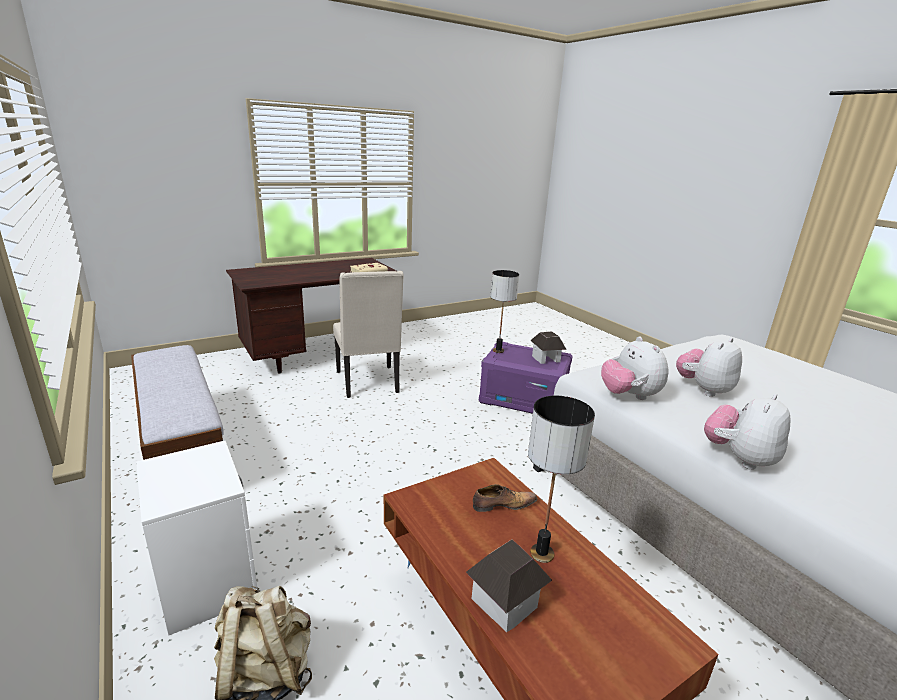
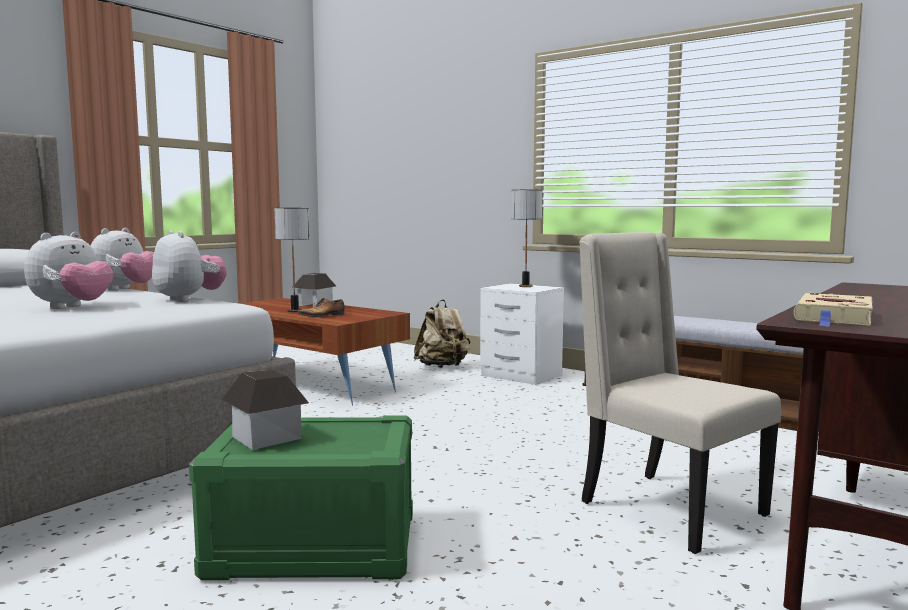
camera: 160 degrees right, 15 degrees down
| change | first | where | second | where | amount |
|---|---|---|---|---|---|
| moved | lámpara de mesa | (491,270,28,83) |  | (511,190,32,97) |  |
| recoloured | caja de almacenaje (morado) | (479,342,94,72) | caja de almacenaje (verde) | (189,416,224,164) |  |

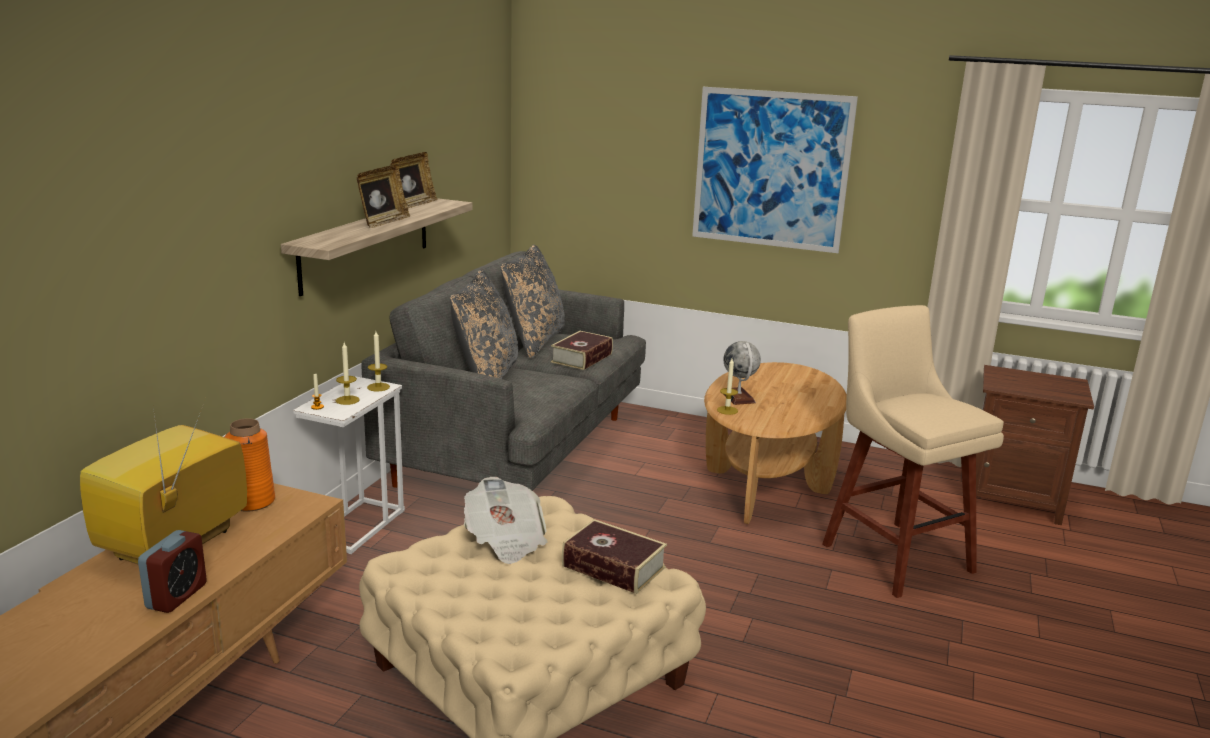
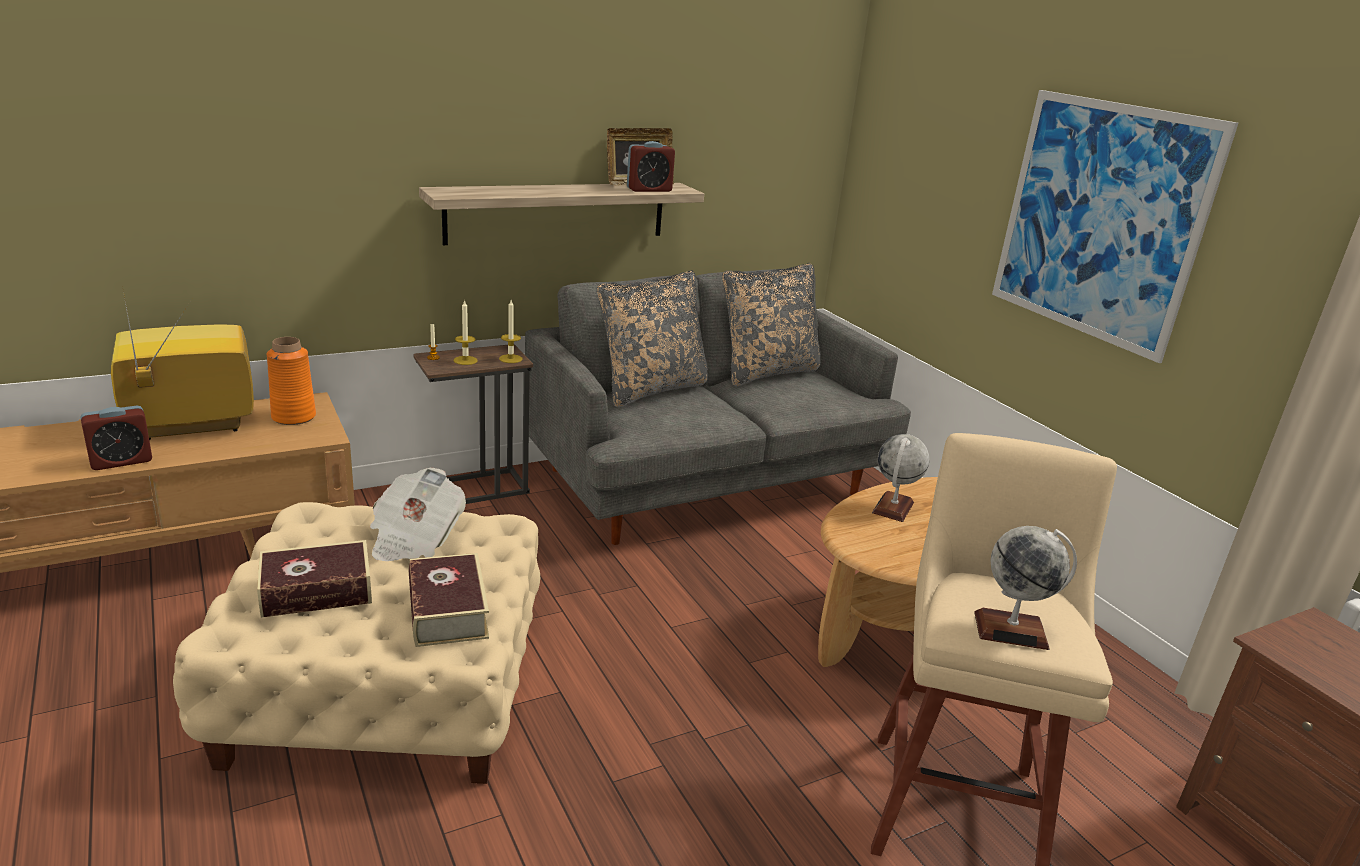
camera: 40 degrees right, 5 degrees up
| change | first | where | second | where | amount |
|---|---|---|---|---|---|
| removed | portarretratos | (357,164,53,64) |  |  |  |
| moved | libro | (551,331,62,39) |  | (257,540,115,78) |  |
| removed | vela | (717,359,21,56) |  |  |  |
| recoloured | mesa auxiliar (blanco) | (293,376,112,178) | mesa auxiliar (marrón) | (413,344,120,160) |  |
| added |  |  | despertador | (627,141,48,51) |  |
| added |  |  | globo terráqueo | (974,526,103,124) |  |

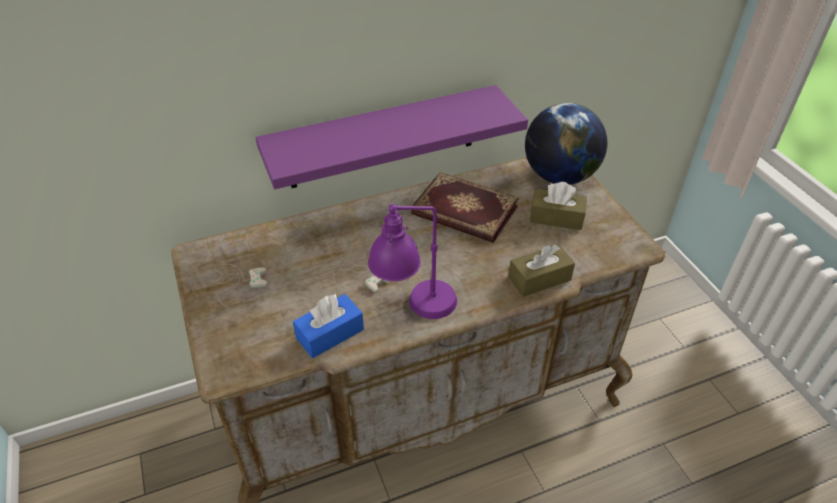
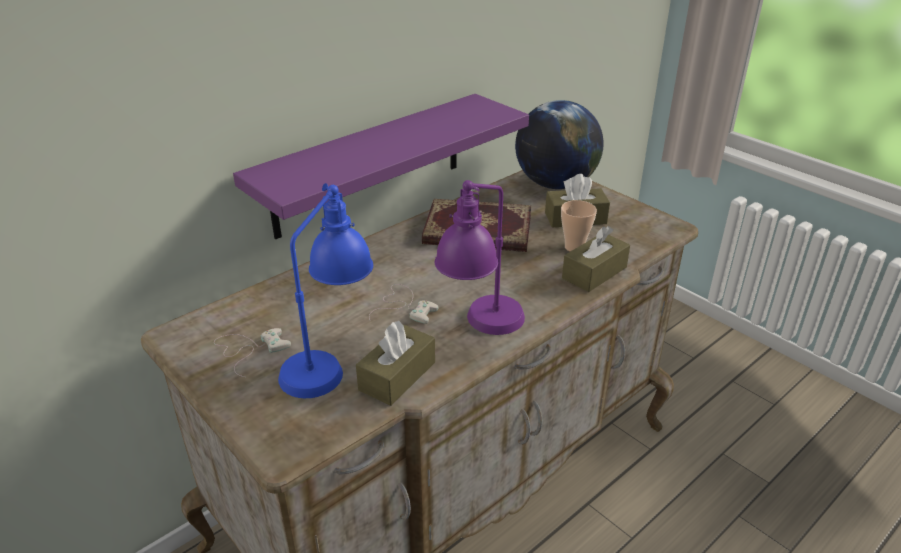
camera: 20 degrees left, 10 degrees down
| change | first | where | second | where | amount |
|---|---|---|---|---|---|
| recoloured | caja de pañuelos (azul) | (293,294,71,64) | caja de pañuelos (marrón) | (356,321,79,85) |  |
| added |  |  | lámpara de mesa (azul) | (278,183,95,215) |  |
| added |  |  | taza | (561,200,36,52) |  |

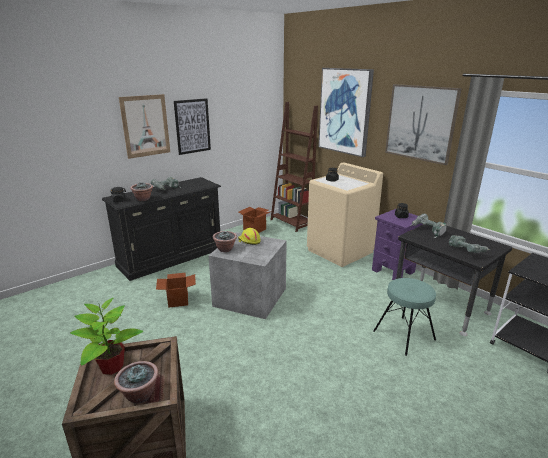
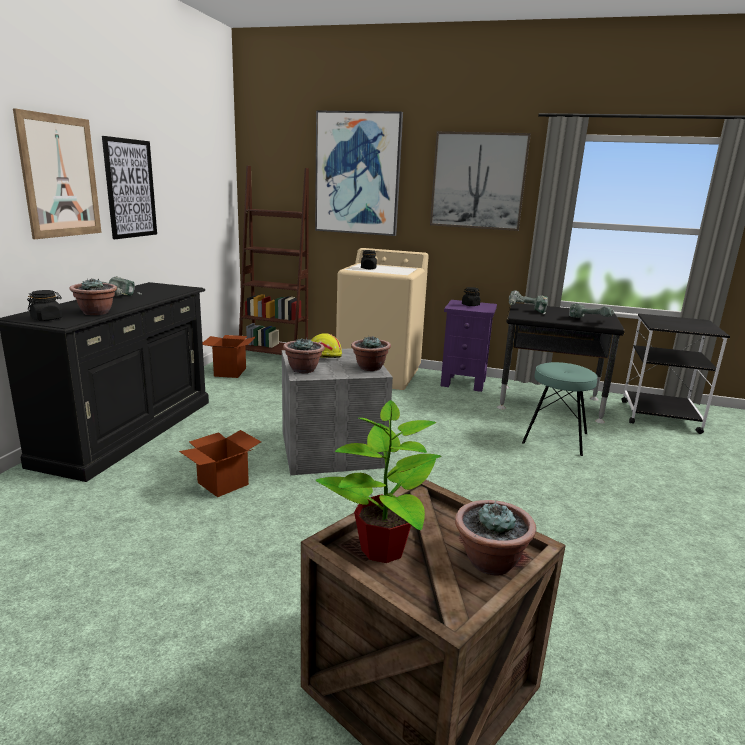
camera: 35 degrees left, 5 degrees down
| change | first | where | second | where | amount |
|---|---|---|---|---|---|
| added |  |  | planta en maceta | (351,336,40,35) |  |

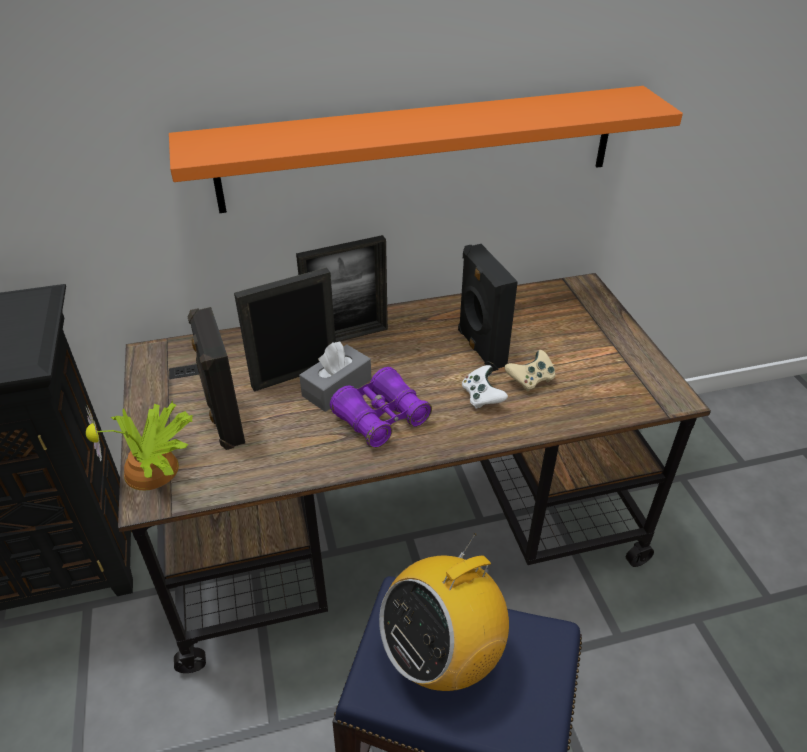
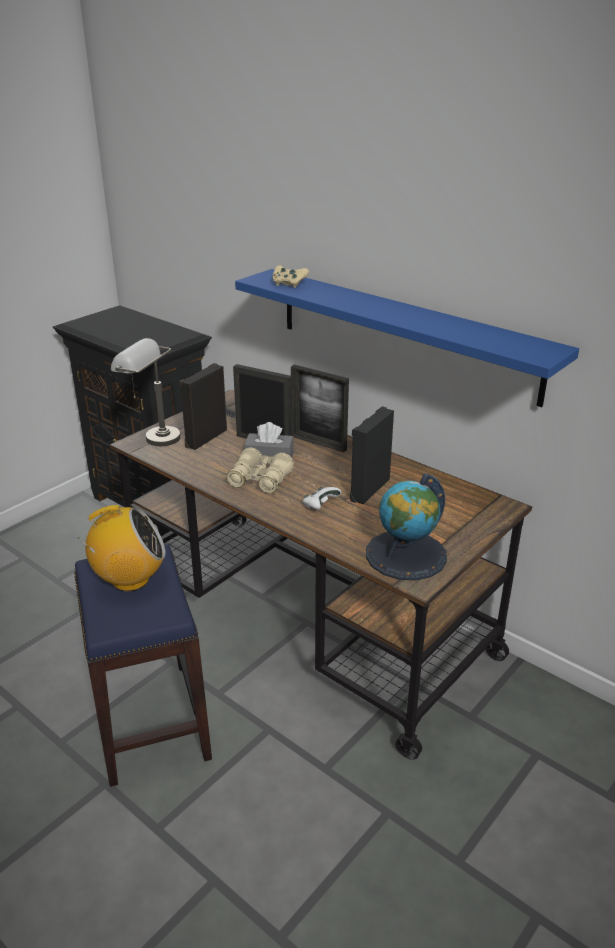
camera: 55 degrees right, 10 degrees down
| change | first | where | second | where | amount |
|---|---|---|---|---|---|
| recoloured | estante (naranja) | (169,86,514,127) | estante (azul) | (235,269,344,138) |  |
| moved | mando de consola (beis) | (504,350,51,42) |  | (273,265,36,23) |  |
| recoloured | prismáticos (morado) | (330,367,102,81) | prismáticos (beis) | (226,448,68,45) |  |
| replaced | planta en maceta | (86,400,107,91) | lámpara de mesa (gris) | (111,338,70,108) |  |
| turned | radio | (379,533,130,158) |  | (78,505,88,86) | 150 degrees clockwise |
| added |  |  | globo terráqueo | (366,473,81,107) |  |

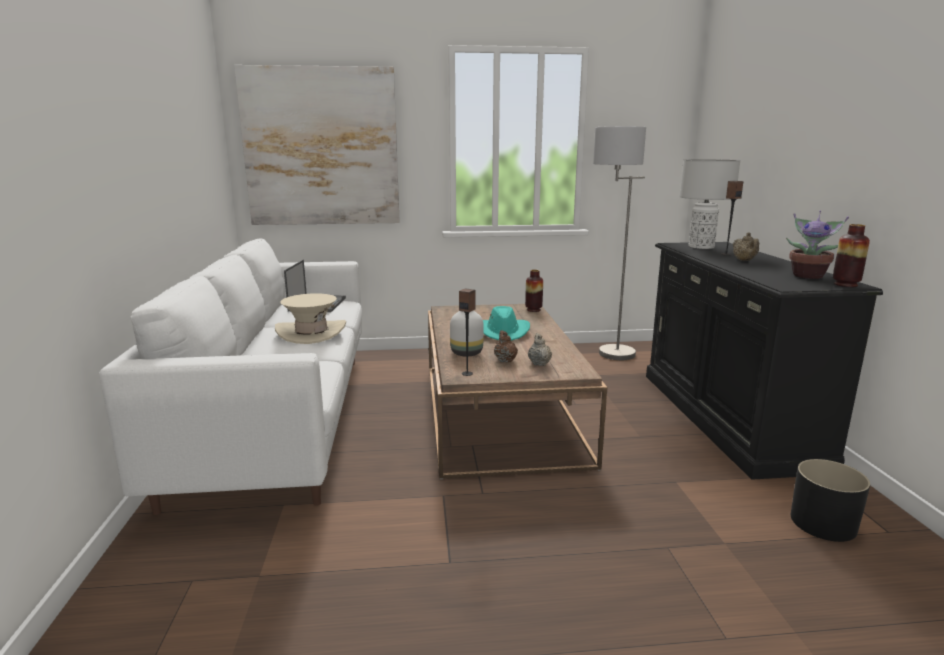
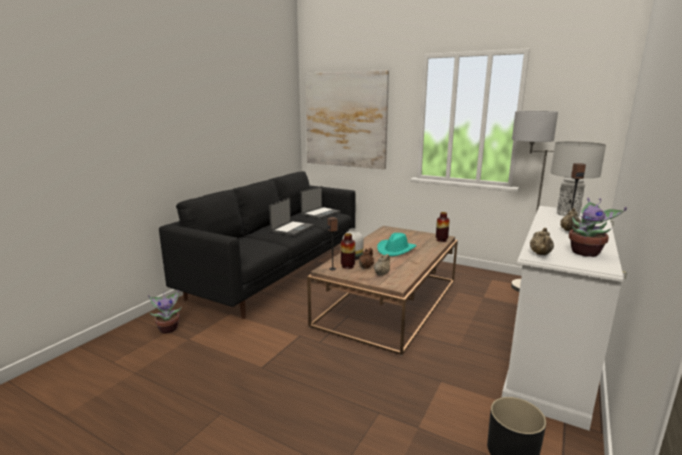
camera: 35 degrees right, 0 degrees up
| change | first | where | second | where | amount |
|---|---|---|---|---|---|
| moved | florero | (833,224,37,63) |  | (341,233,14,36) |  |
| recoloured | sofá (blanco) | (99,239,263,276) | sofá (negro) | (159,171,197,148) |  |
| recoloured | armario (negro) | (646,242,237,238) | armario (blanco) | (502,206,125,224) |  |
| replaced | sombrero (beis) | (275,294,71,50) | portátil | (269,198,45,38) |  |
| added |  |  | tetera (beis) | (530,228,24,27) |  |
| added |  |  | planta en maceta | (148,290,34,44) |  |

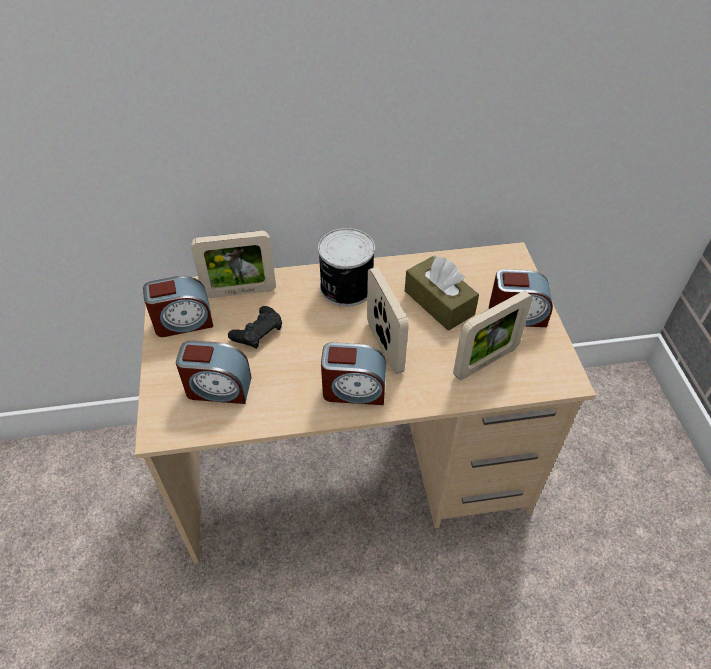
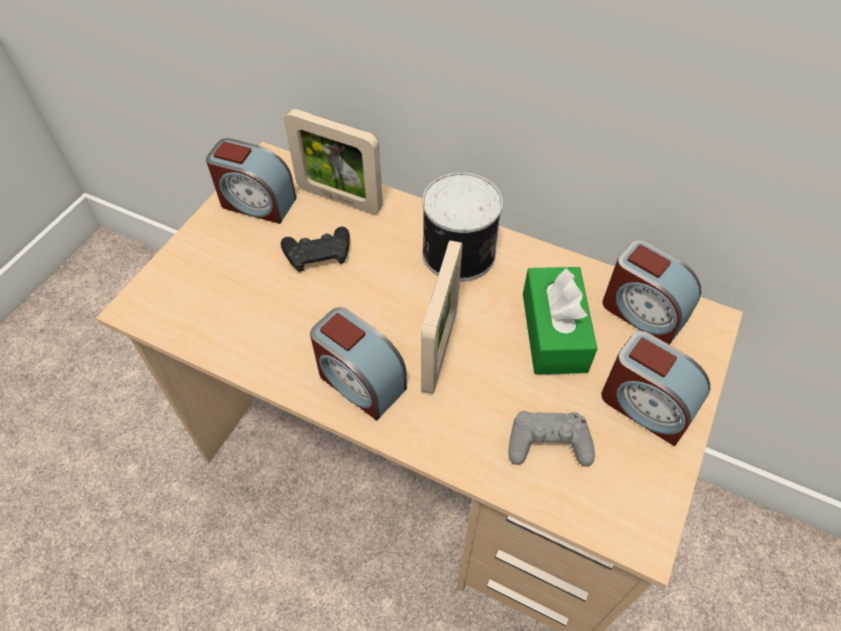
camera: 35 degrees right, 5 degrees up
| change | first | where | second | where | amount |
|---|---|---|---|---|---|
| recoloured | caja de pañuelos (marrón) | (405,256,74,75) | caja de pañuelos (verde) | (523,267,74,107) |  |
| replaced | portarretratos | (453,291,80,89) | mando de consola (gris) | (508,411,87,56) |  |
| moved | despertador | (176,340,76,64) |  | (602,240,99,105) |  |

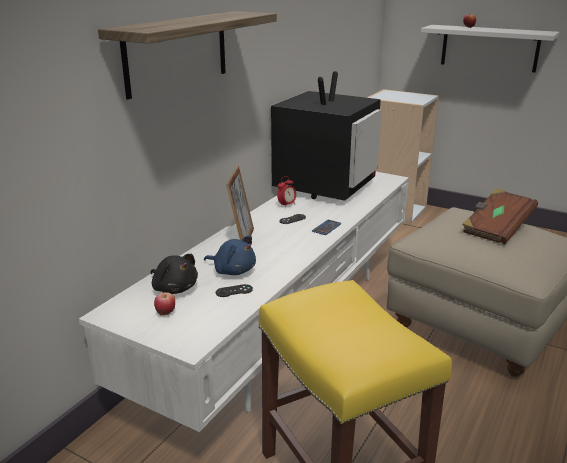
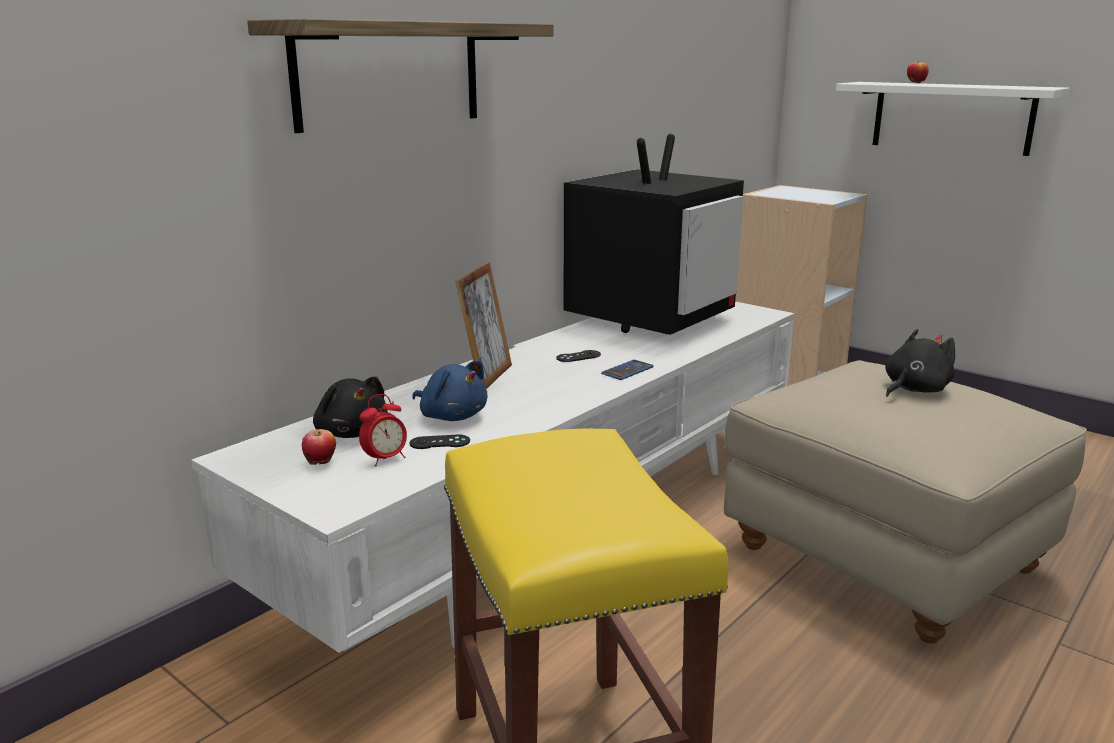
camera: 10 degrees right, 5 degrees down
| change | first | where | second | where | amount |
|---|---|---|---|---|---|
| moved | despertador | (277,176,19,32) |  | (359,394,48,72) |  |
| replaced | libro (marrón) | (462,188,76,57) | peluche (negro) | (885,329,70,68) |  |

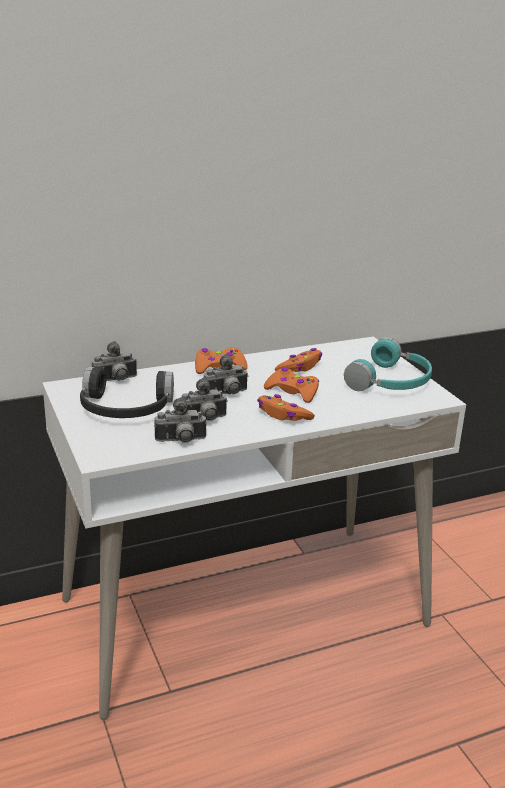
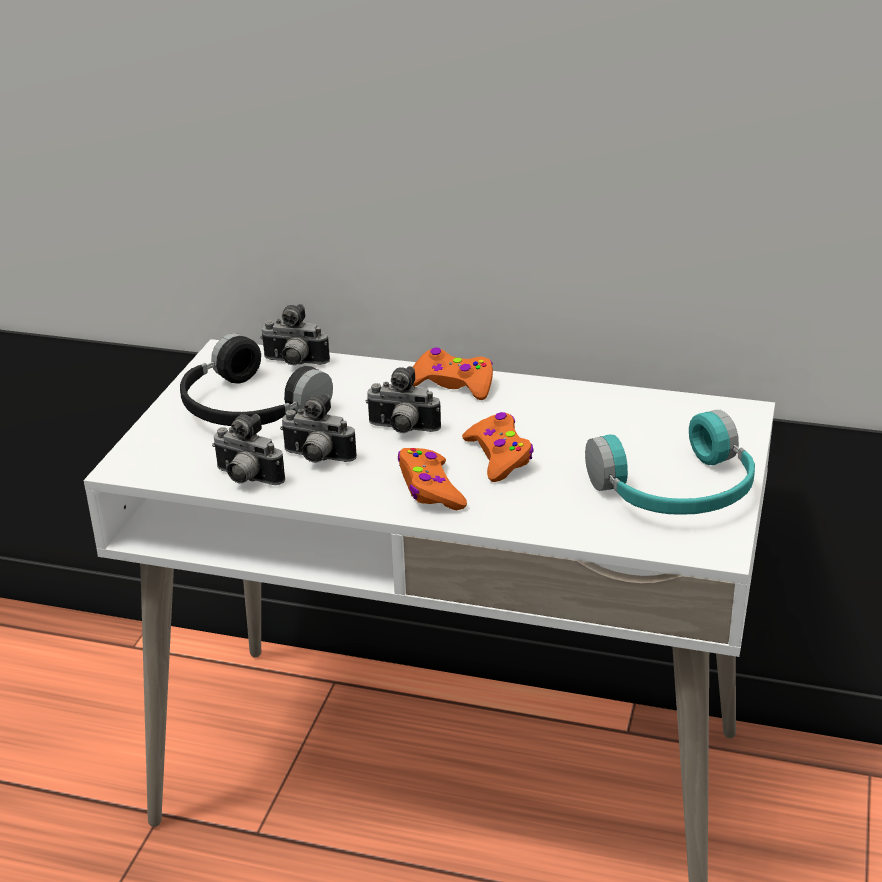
camera: 40 degrees right, 5 degrees up
| change | first | where | second | where | amount |
|---|---|---|---|---|---|
| removed | mando de consola (naranja) | (275,348,47,24) |  |  |  |

